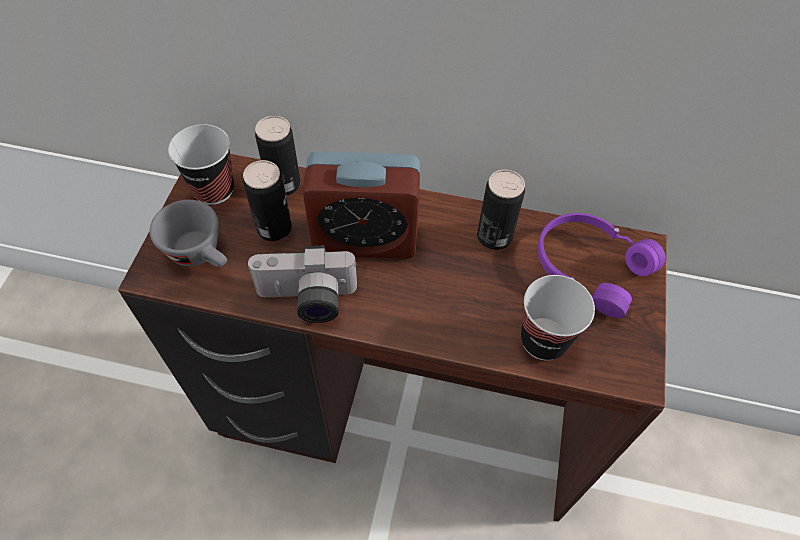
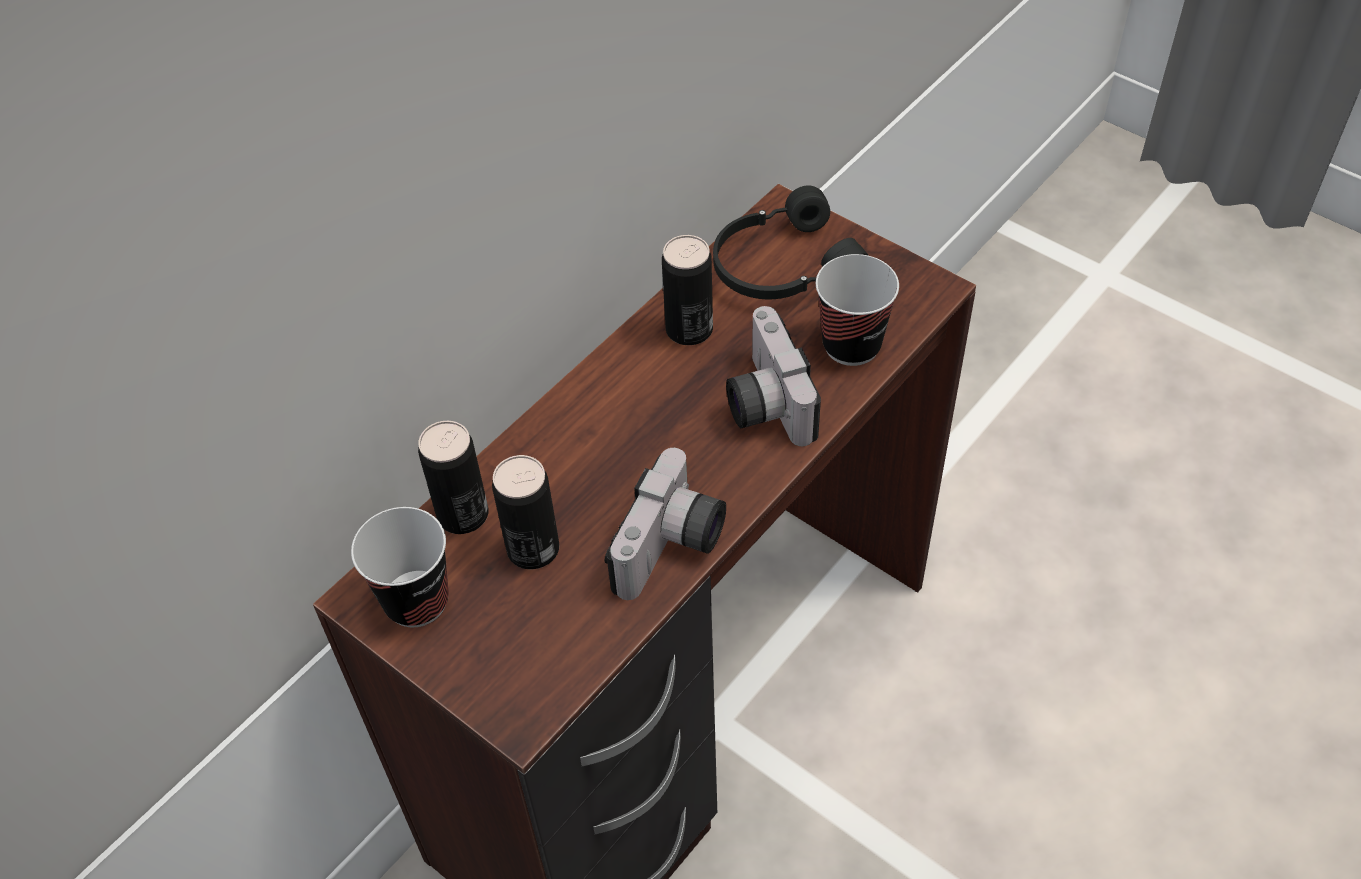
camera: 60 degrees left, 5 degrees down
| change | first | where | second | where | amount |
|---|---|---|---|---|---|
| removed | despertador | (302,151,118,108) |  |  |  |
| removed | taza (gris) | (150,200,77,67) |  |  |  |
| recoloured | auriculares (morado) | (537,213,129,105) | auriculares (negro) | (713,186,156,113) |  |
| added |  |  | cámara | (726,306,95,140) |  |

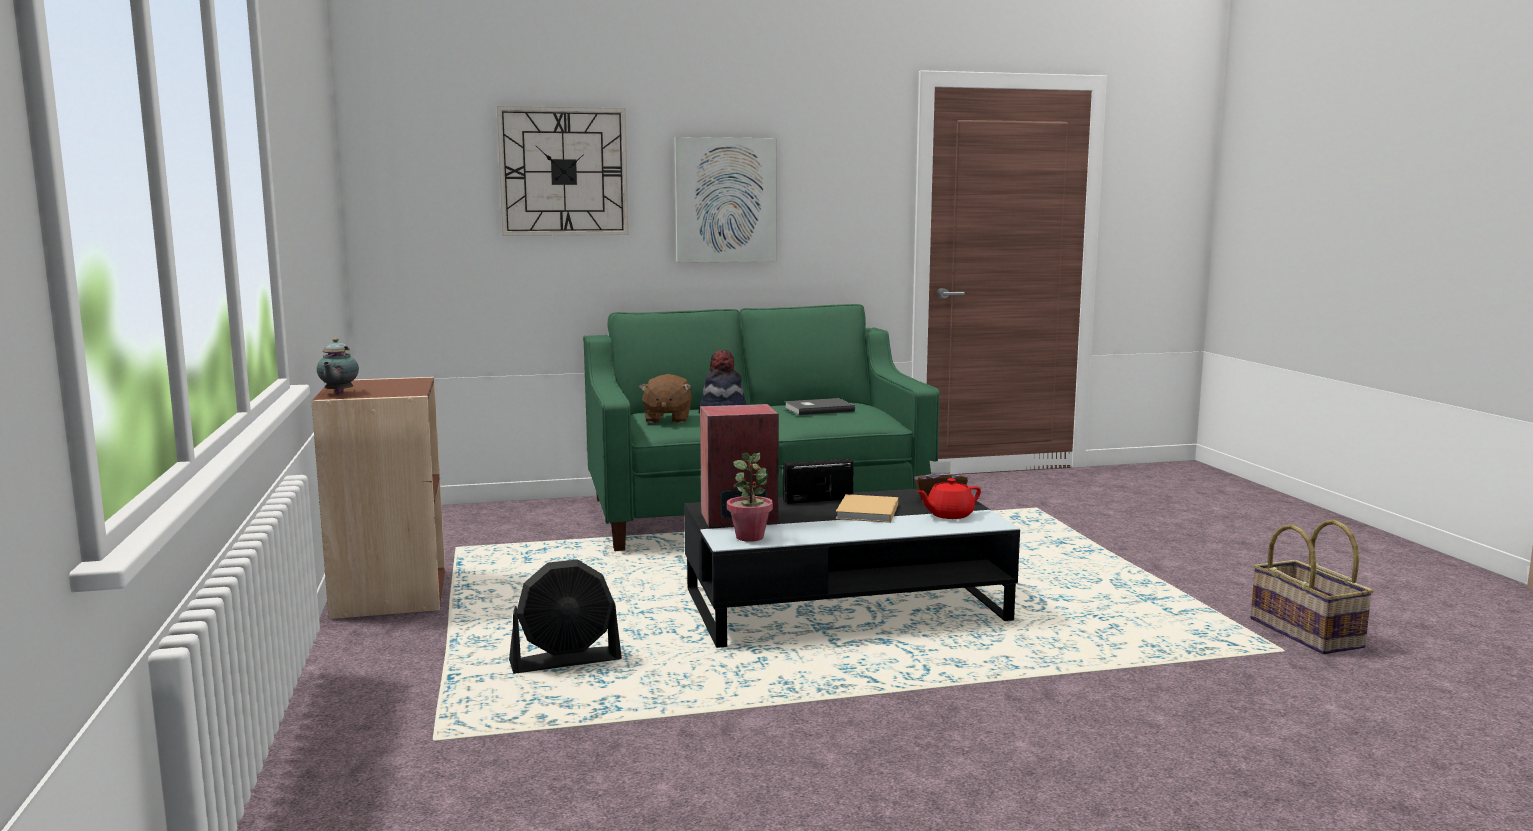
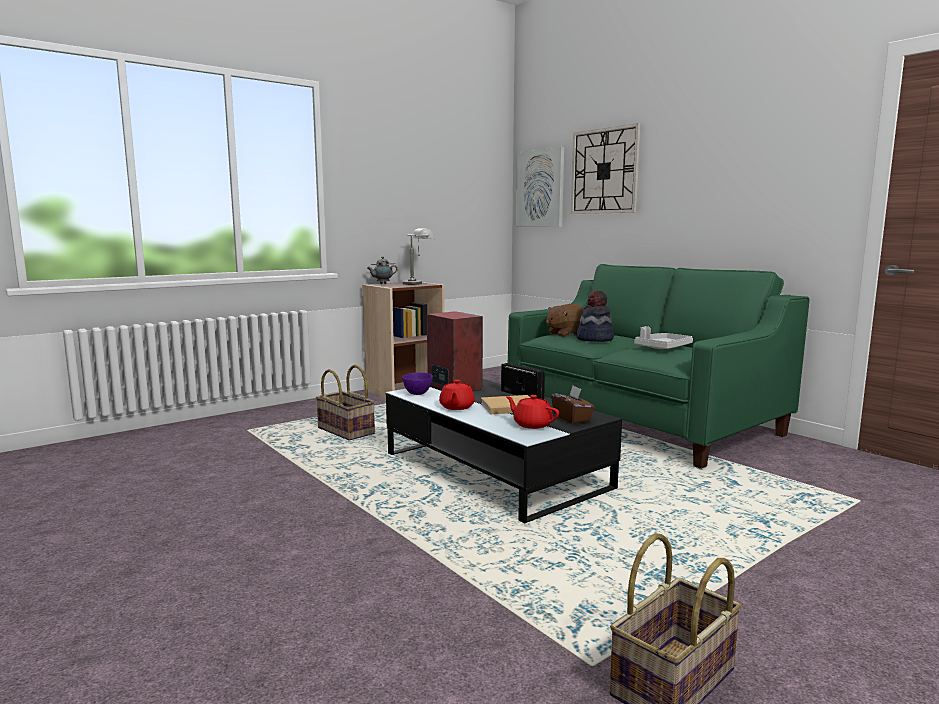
camera: 65 degrees right, 0 degrees up
| change | first | where | second | where | amount |
|---|---|---|---|---|---|
| moved | cuadro | (675,137,102,126) |  | (516,147,48,80) |  |
| replaced | libro (gris) | (784,398,71,17) | bandeja (gris) | (634,326,59,23) |  |
| replaced | planta en maceta | (727,453,46,89) | cuenco (morado) | (402,372,31,23) |  |
| replaced | ventilador (negro) | (509,559,113,115) | cesta | (316,365,59,75) |  |
| added |  |  | lámpara de mesa (gris) | (402,228,33,57) |  |
| added |  |  | tetera (rojo) | (439,380,36,30) |  |

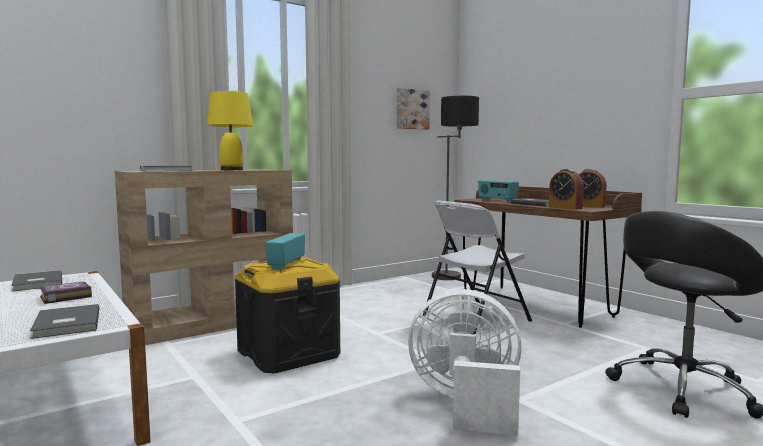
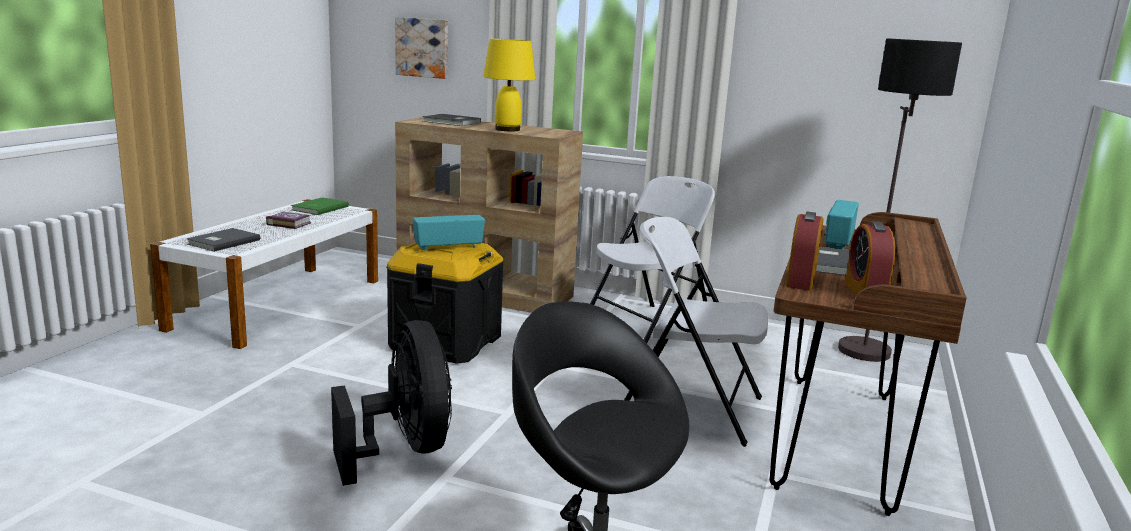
camera: 55 degrees right, 10 degrees up
| change | first | where | second | where | amount |
|---|---|---|---|---|---|
| moved | cuadro | (397,88,33,42) |  | (395,17,53,62) |  |
| recoloured | libro (gris) | (11,270,51,21) | libro (verde) | (291,197,58,18) |  |
| recoloured | ventilador (blanco) | (408,289,114,146) | ventilador (negro) | (331,320,121,166) |  |
| added |  |  | silla (blanco) | (590,176,125,167) |  |

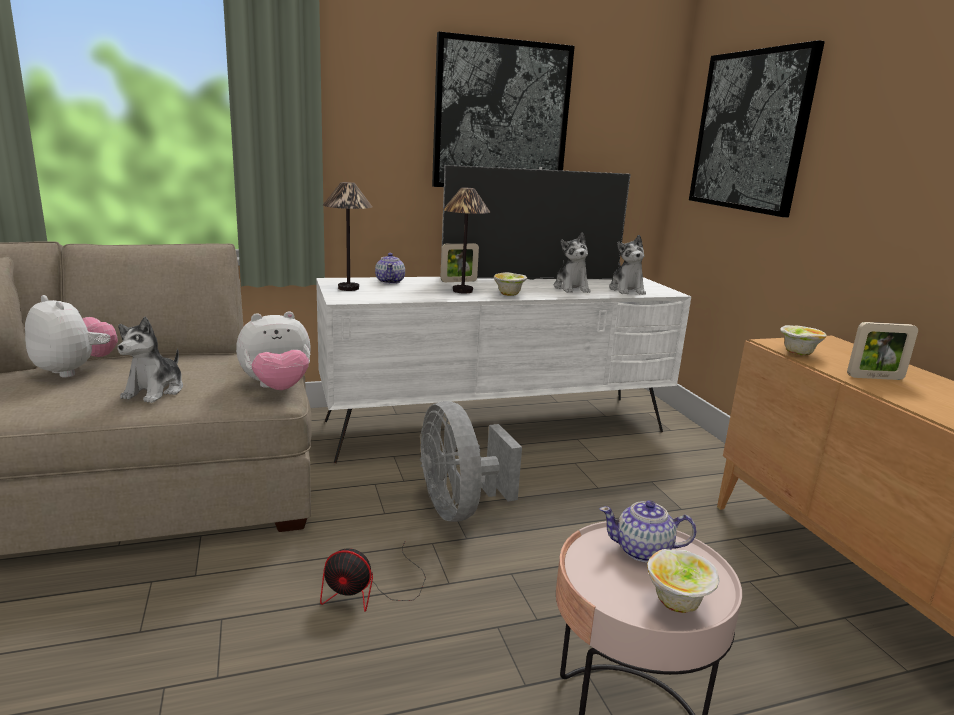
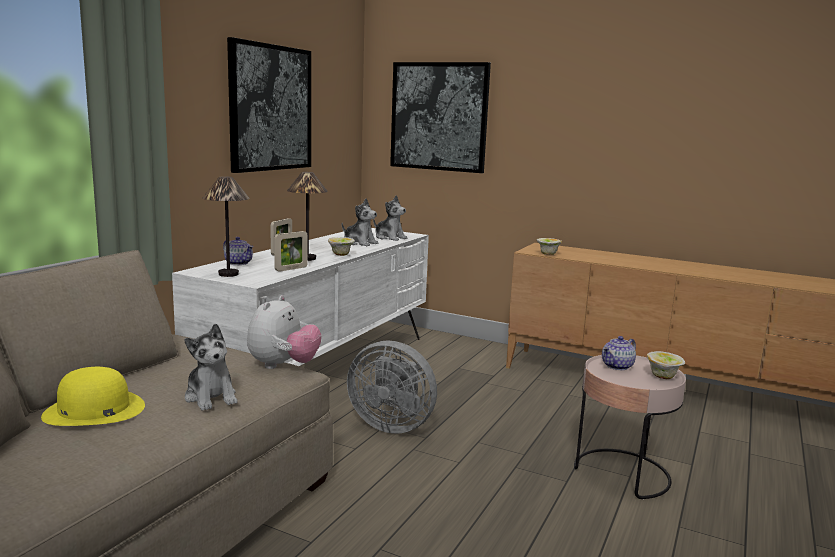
camera: 45 degrees left, 5 degrees down
| change | first | where | second | where | amount |
|---|---|---|---|---|---|
| removed | televisor | (440,165,191,115) |  |  |  |
| replaced | peluche | (25,295,93,83) | sombrero (amarillo) | (41,367,104,59) |  |
| moved | portarretratos | (847,322,71,58) |  | (274,231,33,41) |  |
| removed | ventilador | (320,542,106,70) |  |  |  |

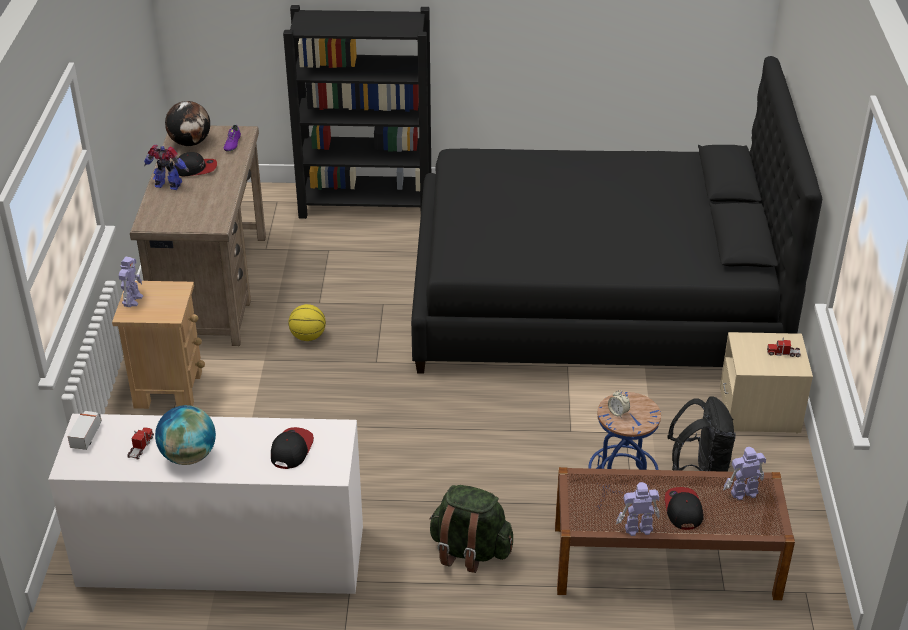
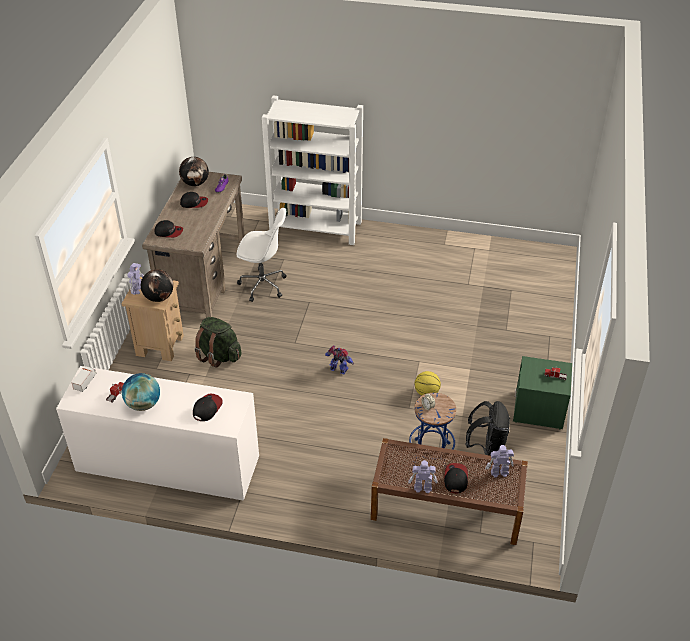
camera: 10 degrees right, 5 degrees up
| change | first | where | second | where | amount |
|---|---|---|---|---|---|
| recoloured | estantería (negro) | (283,5,148,214) | estantería (blanco) | (262,95,101,150) |  |
| removed | cama (negro) | (411,56,411,318) |  |  |  |
| moved | robot de juguete | (144,145,45,45) |  | (325,346,29,28) |  |
| moved | balón de baloncesto | (288,304,38,37) |  | (415,371,26,25) |  |
| recoloured | mesita de noche (beis) | (720,332,93,102) | mesita de noche (verde) | (513,356,59,73) |  |
| moved | mochila (verde) | (429,485,84,88) |  | (194,317,48,51) |  |
| added |  |  | silla de oficina (blanco) | (237,208,50,94) |  |
| added |  |  | gorra | (154,220,29,18) |  |
| added |  |  | globo terráqueo | (141,269,32,33) |  |

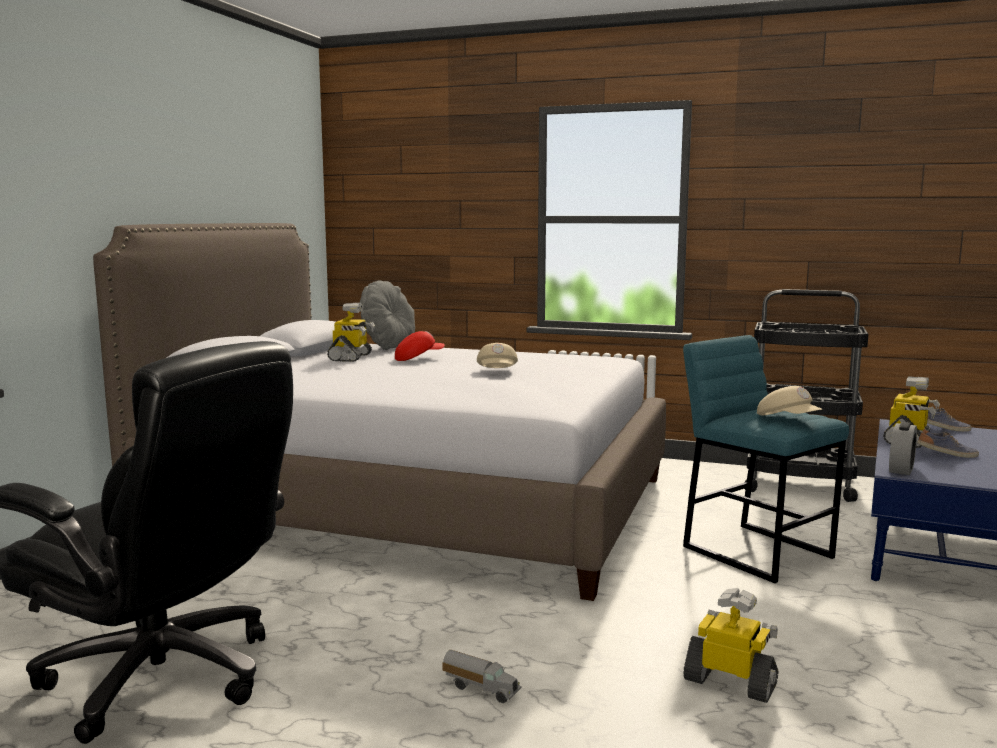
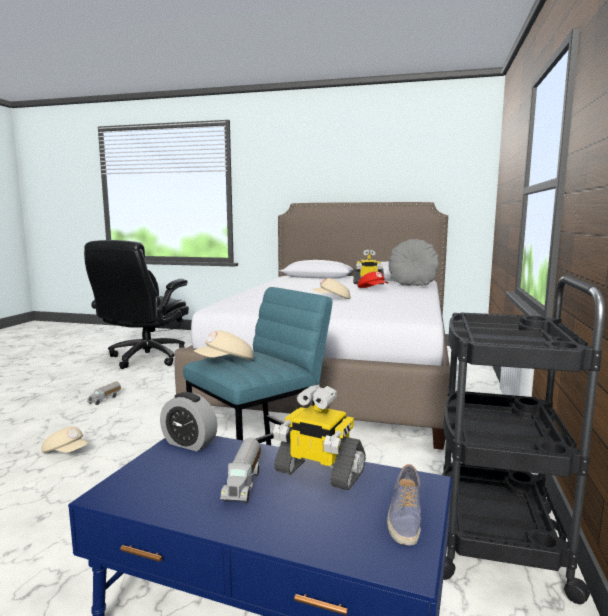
camera: 85 degrees right, 0 degrees up
| change | first | where | second | where | amount |
|---|---|---|---|---|---|
| replaced | zapato | (917,429,62,29) | camión de juguete | (220,438,41,65) |  |
| replaced | robot de juguete | (683,588,95,115) | gorra (beis) | (41,426,48,27) |  |

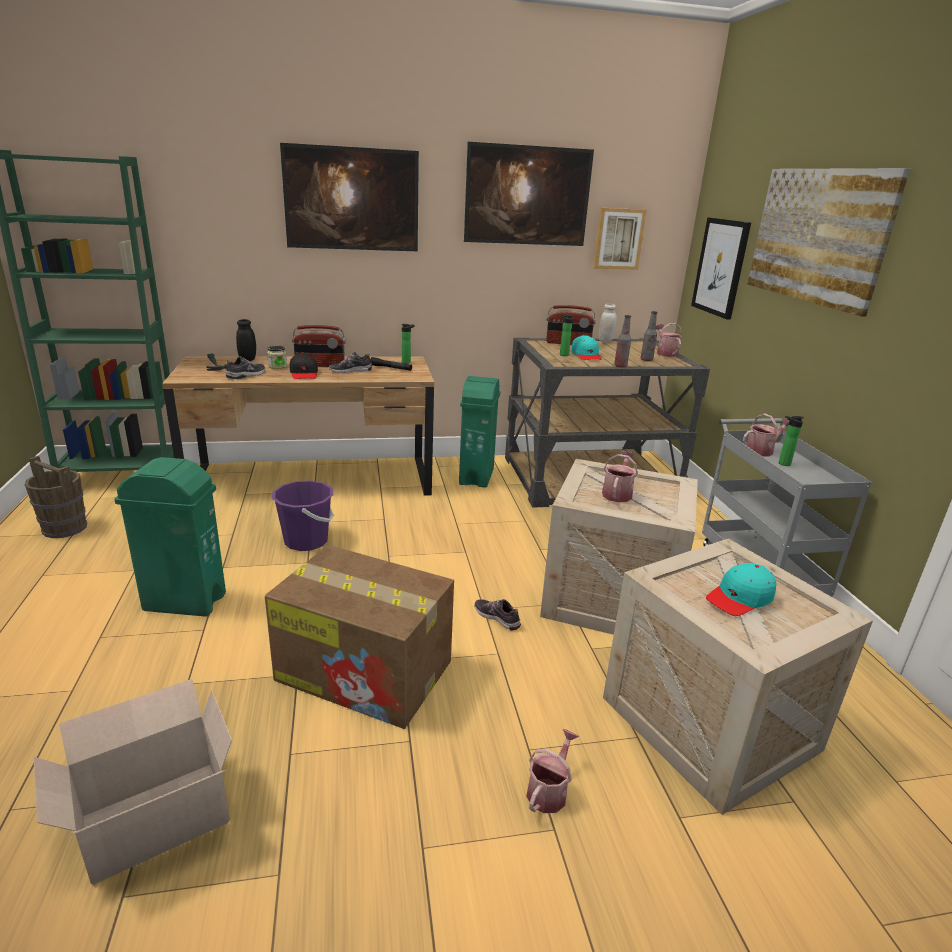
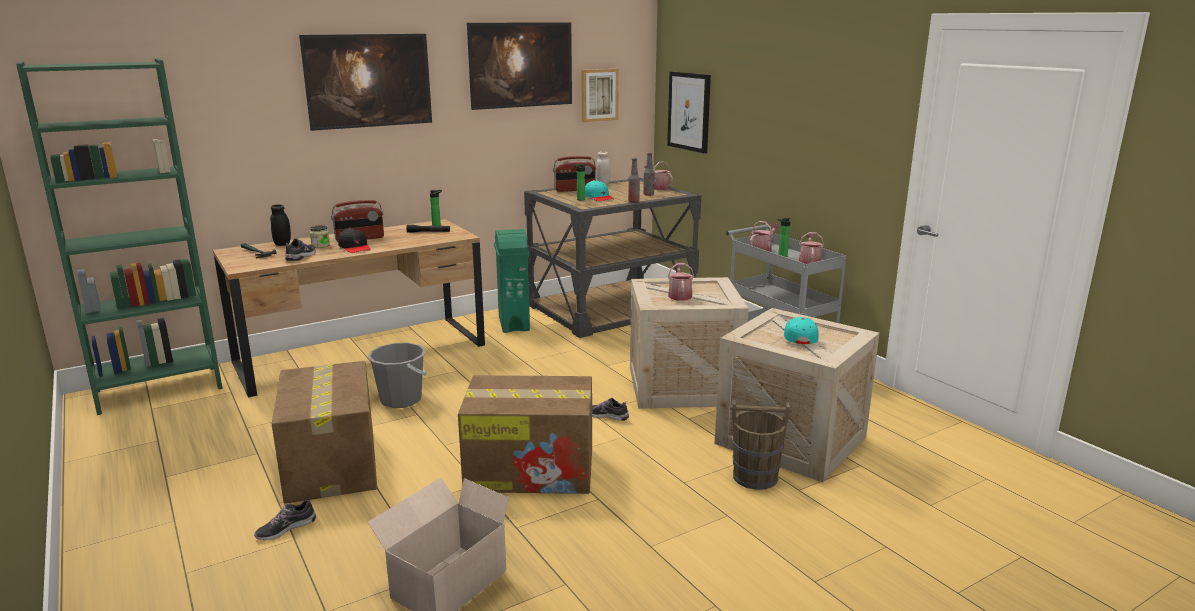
camera: 20 degrees left, 5 degrees down
| change | first | where | second | where | amount |
|---|---|---|---|---|---|
| removed | cuadro | (747,168,163,149) |  |  |  |
| moved | zapato | (329,352,43,21) |  | (254,498,62,42) |  |
| moved | cubo (marrón) | (24,456,63,82) |  | (730,400,61,90) |  |
| replaced | papelera (verde) | (114,457,112,160) | caja de cartón | (272,361,105,143) |  |
| recoloured | cubo (morado) | (272,480,62,71) | cubo (gris) | (368,343,59,65) |  |
| turned | gorra (turquesa) | (706,563,71,53) |  | (784,317,35,27) | 150 degrees clockwise |
| moved | regadera | (526,729,53,84) |  | (799,232,25,32) |  |

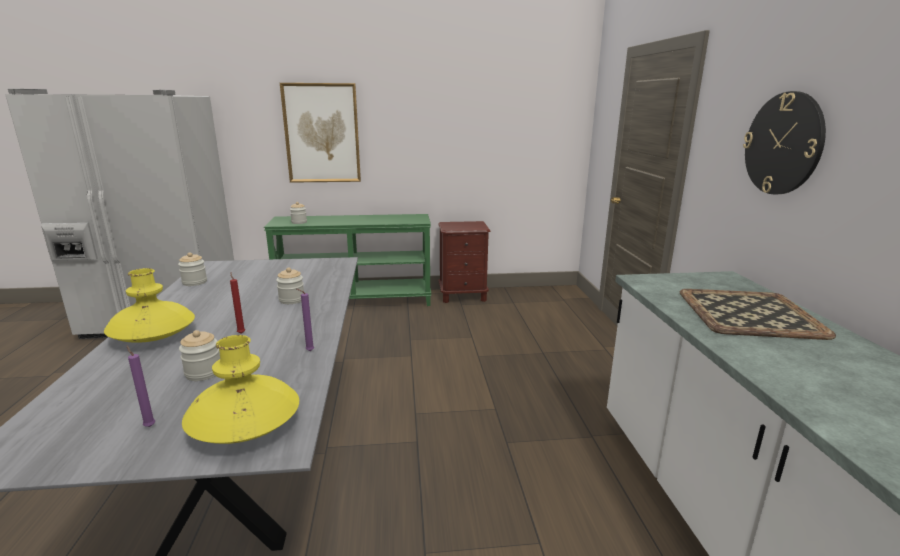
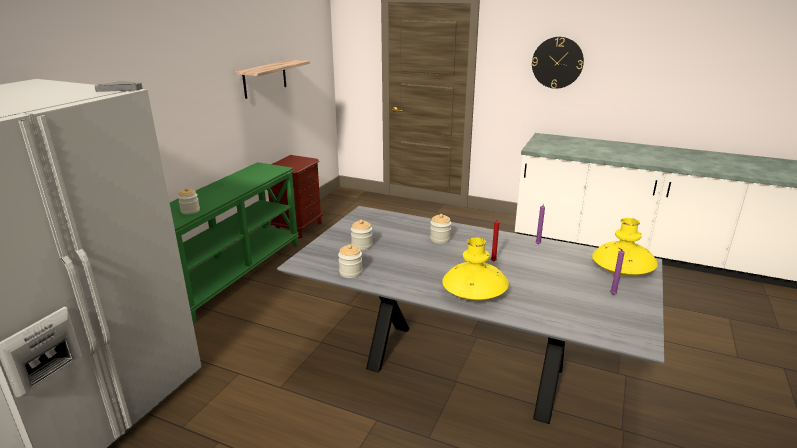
camera: 60 degrees left, 5 degrees up
| change | first | where | second | where | amount |
|---|---|---|---|---|---|
| removed | cuadro | (280,83,81,100) |  |  |  |
| removed | bandeja | (680,289,156,51) |  |  |  |
| moved | tarro | (179,330,41,51) |  | (351,220,22,30) |  |
| added |  |  | estante | (235,60,75,39) |  |

